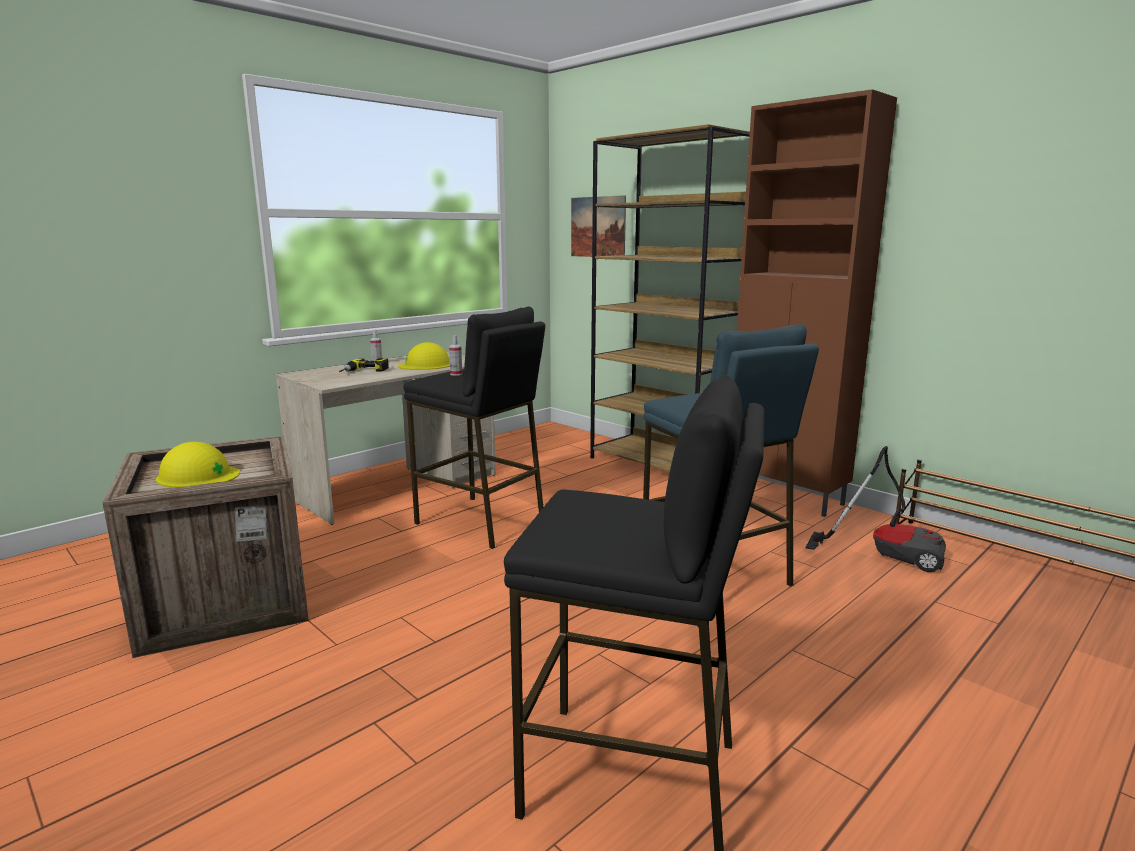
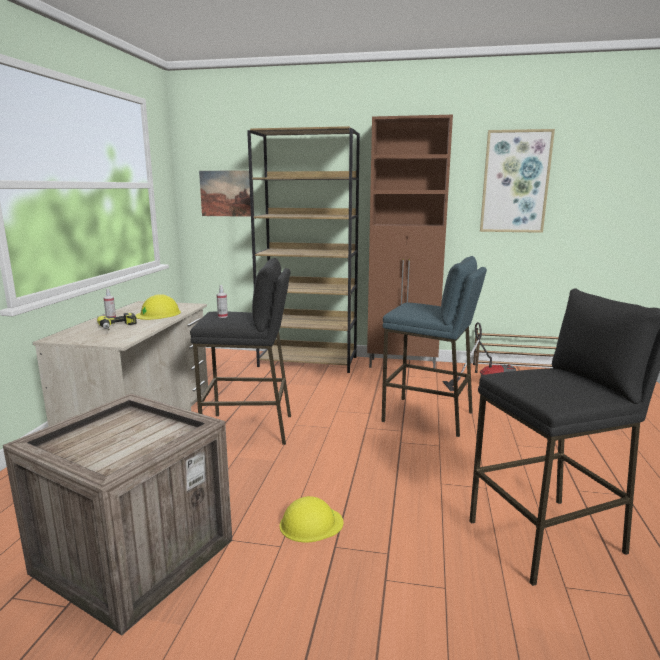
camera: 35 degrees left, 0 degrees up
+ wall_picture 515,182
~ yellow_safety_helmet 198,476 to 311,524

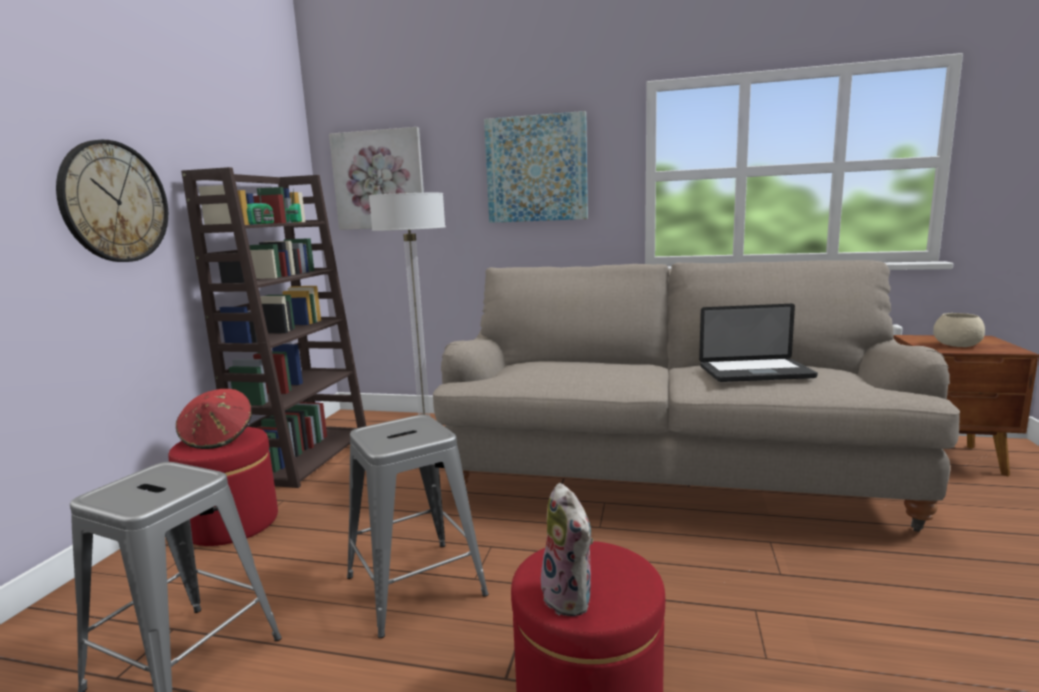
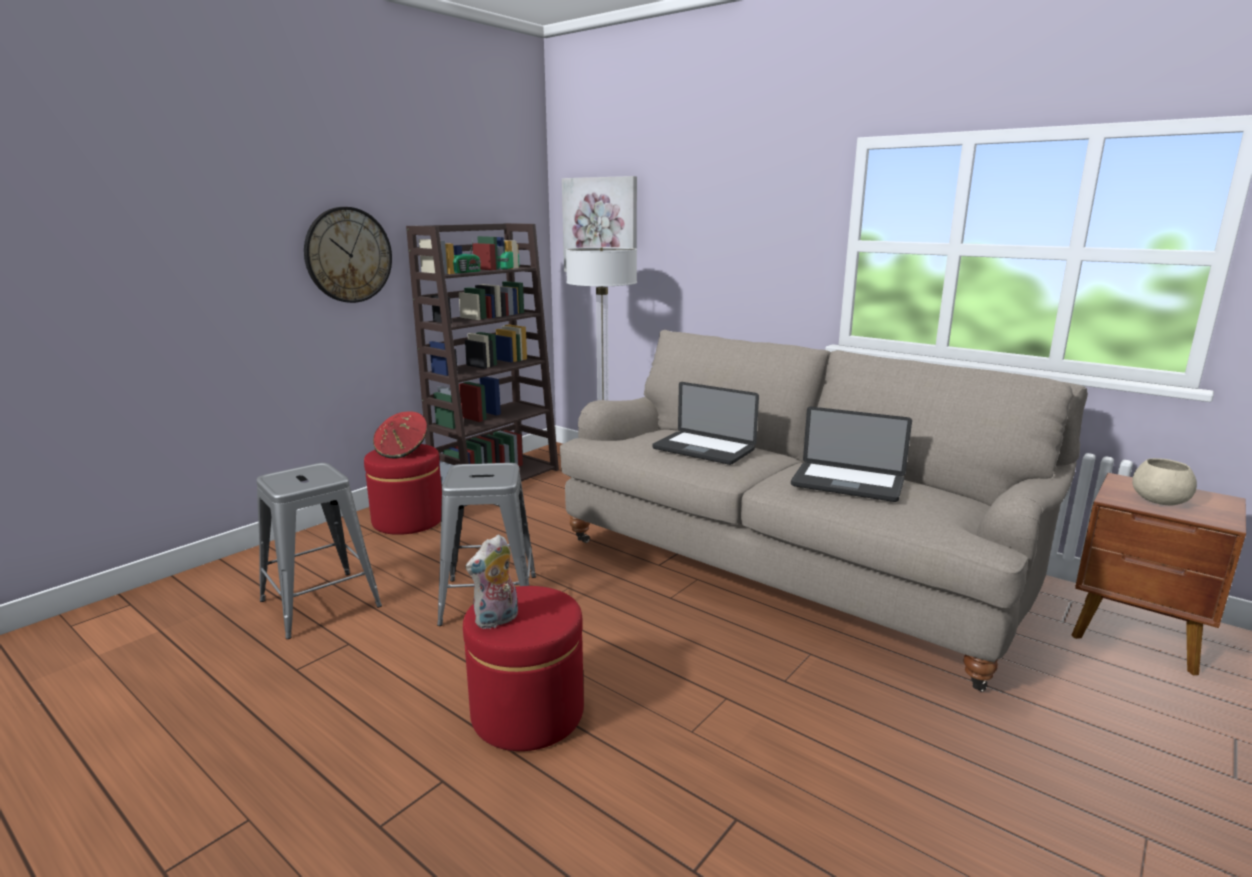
camera: 25 degrees right, 5 degrees up
- wall_picture 536,169
+ notebook_computer 703,449
~ plush_toy 571,598 = 497,620 45 degrees clockwise

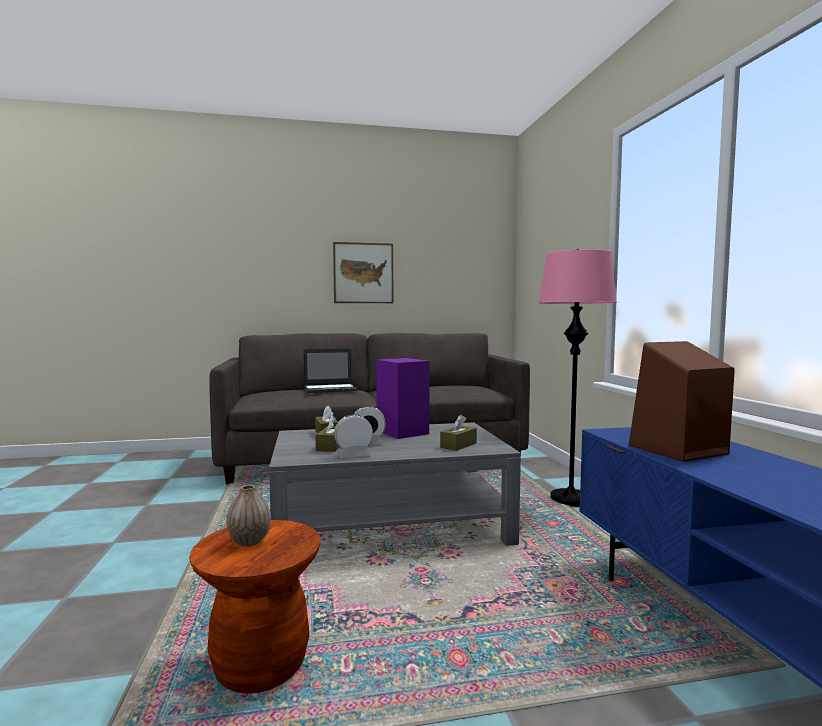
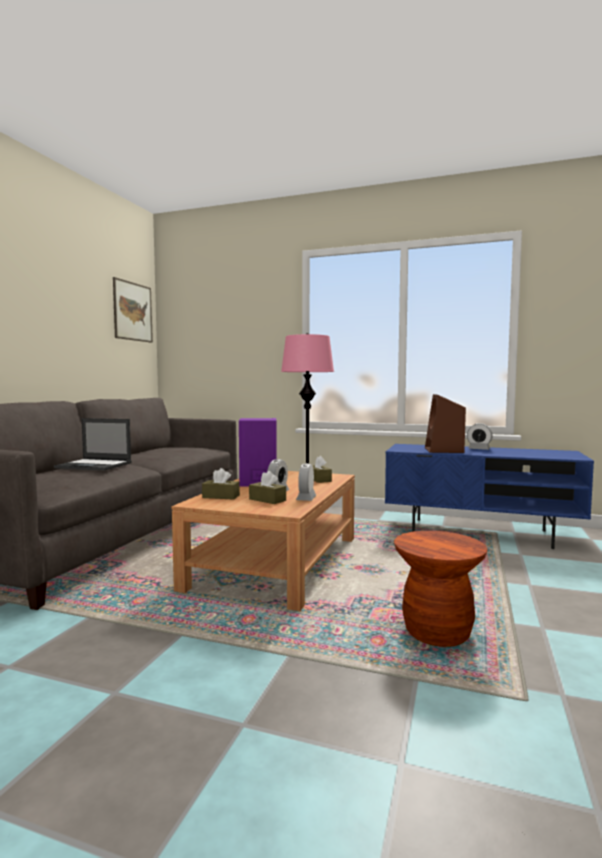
camera: 60 degrees left, 0 degrees up
- flower_vase 249,541
+ alarm_clock 479,449
~ wall_picture 363,273 to 133,311
~ gray_coffee_table 391,525 to brown_coffee_table 276,562
~ notebook_computer 331,389 = 95,465 90 degrees clockwise

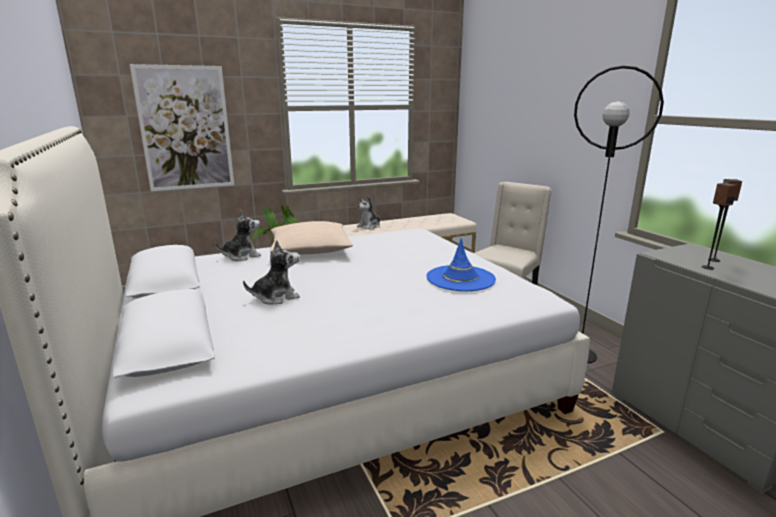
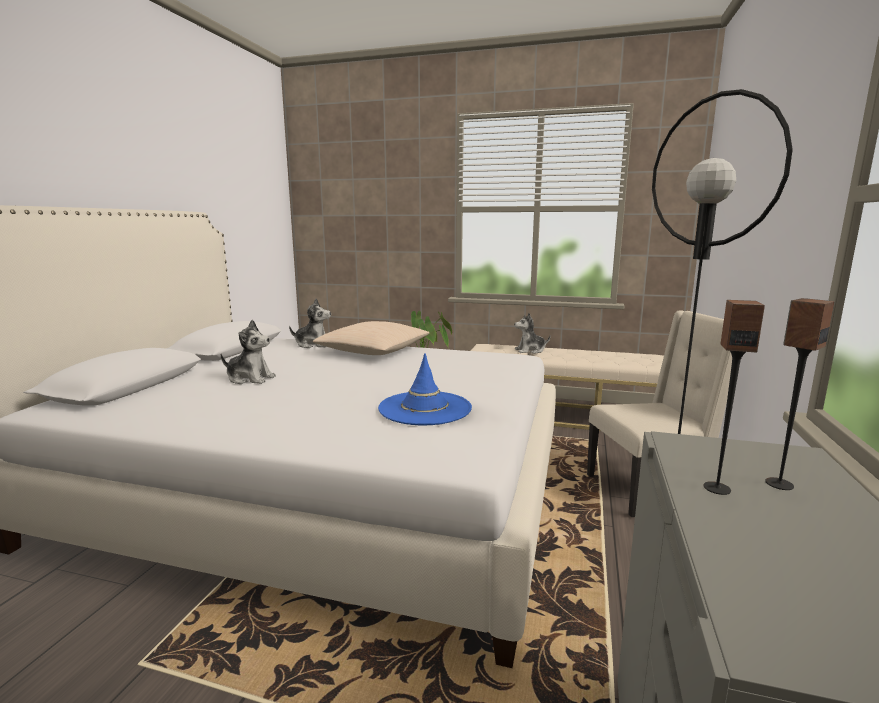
camera: 40 degrees right, 5 degrees down
- wall_picture 185,129

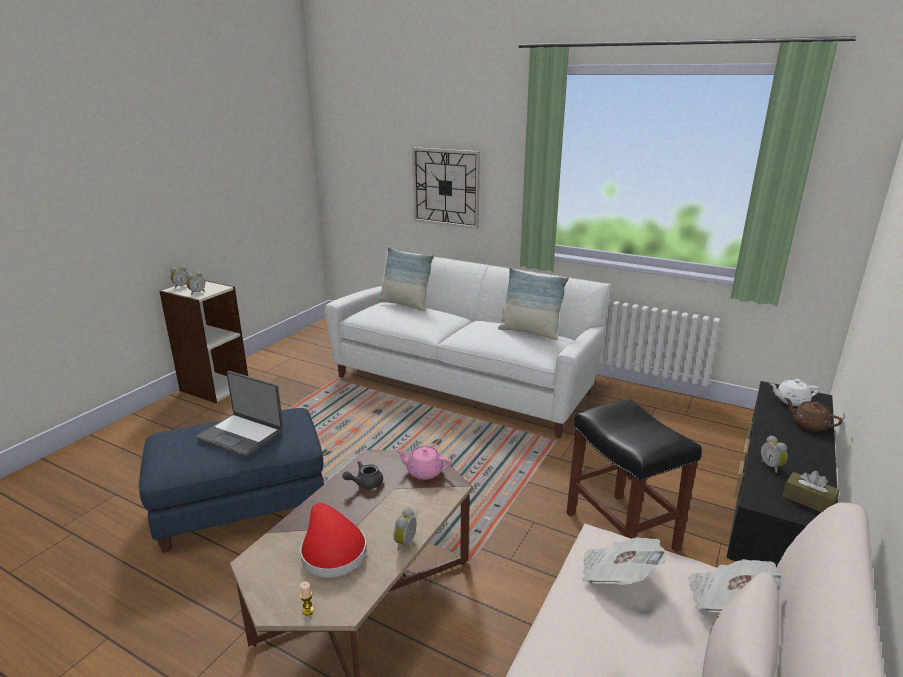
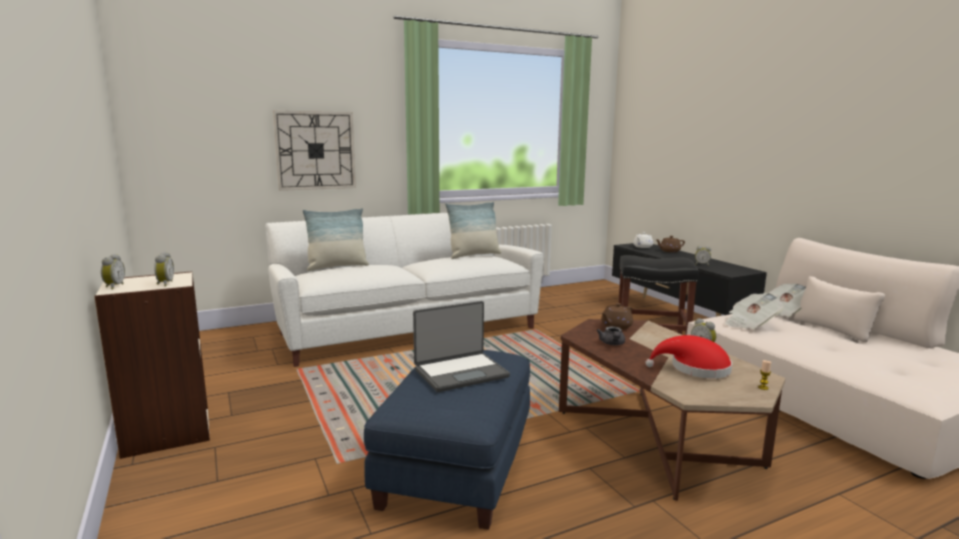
camera: 55 degrees left, 10 degrees down
- brown_tissue_holder 808,500
~ pink-coloured_pot_for_tea 423,472 to brown_pot_for_tea 615,326

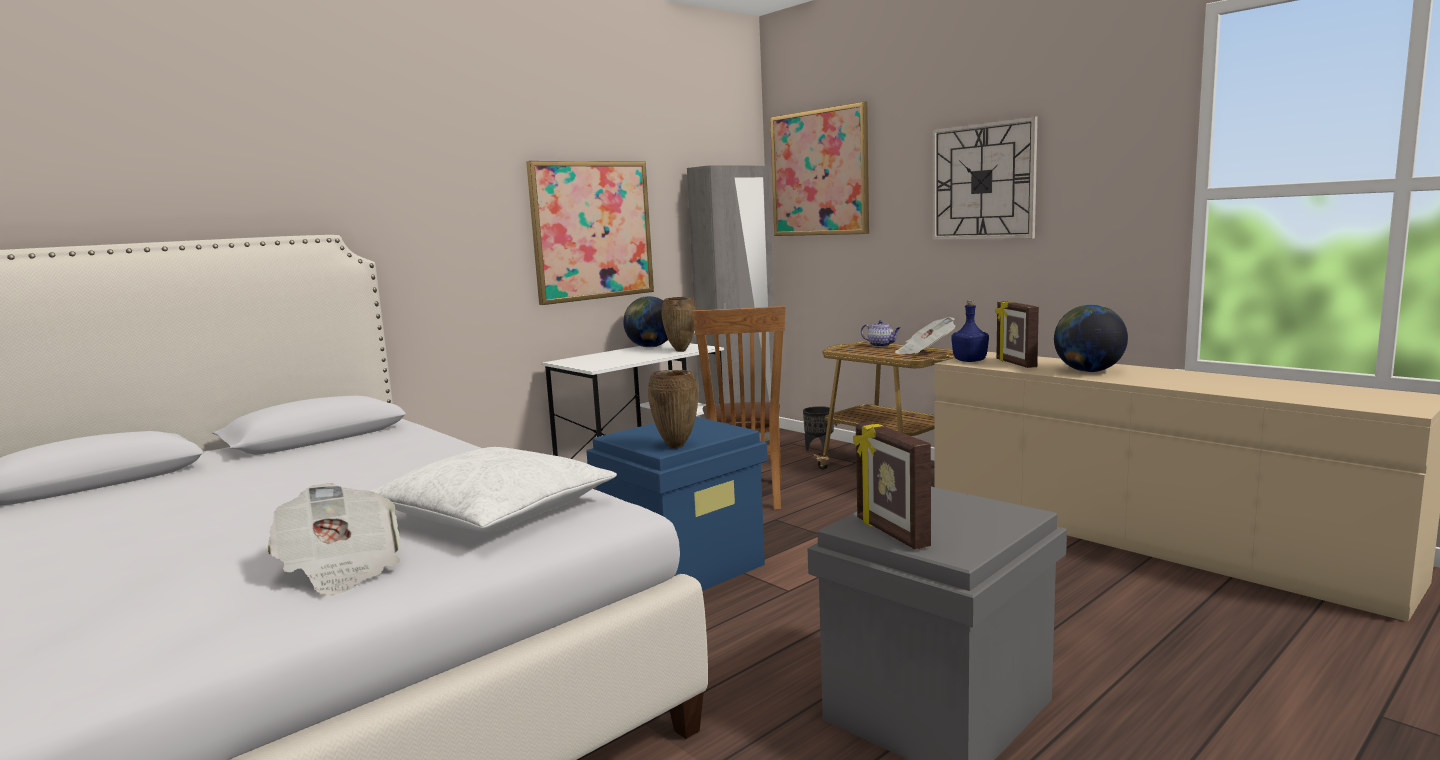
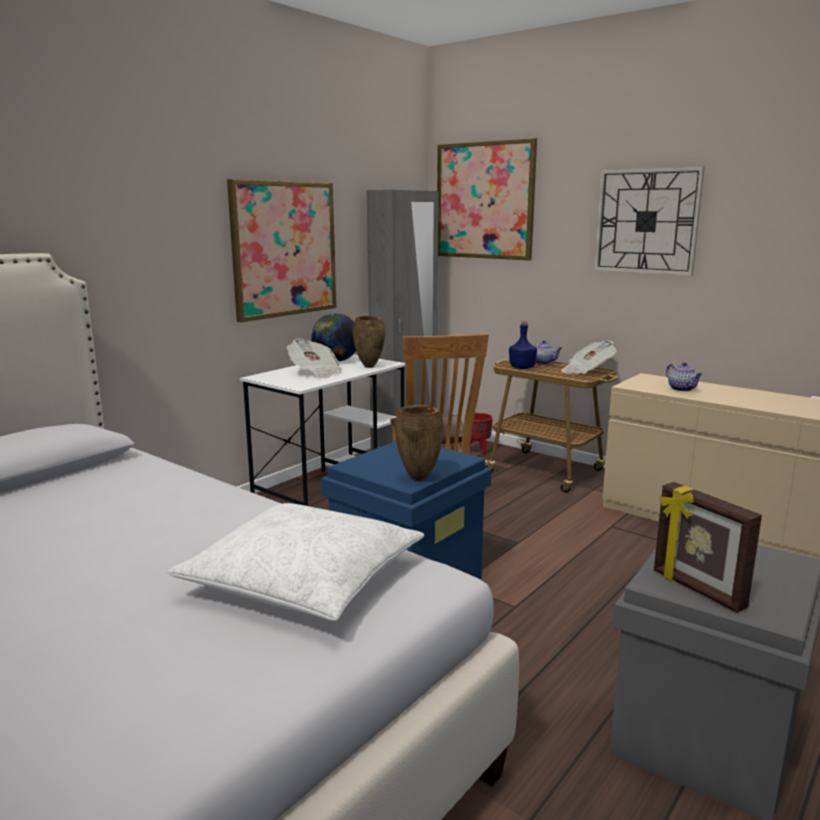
camera: 10 degrees left, 5 degrees up
- desk_globe 1088,371
~ daily_paper 341,569 to 315,373
~ blue-coloured_beverage_bottle 970,361 to 522,368
~ standing_frame 1015,363 to pot_for_tea 682,389
~ black_planter 819,450 to reddish_planter 478,451

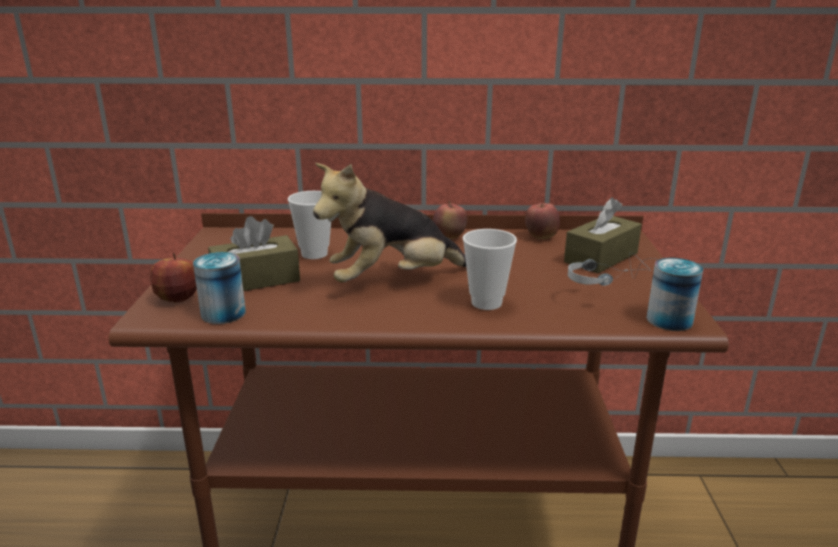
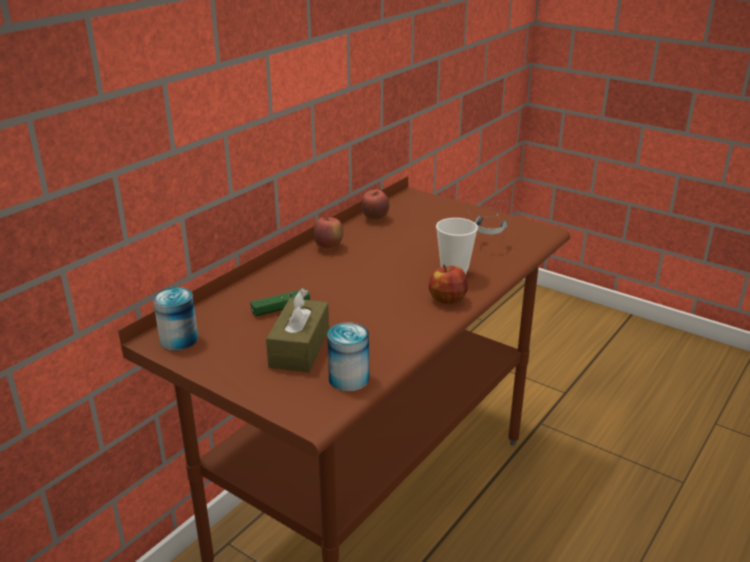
camera: 55 degrees left, 5 degrees up
- plush_toy 392,281
- brown_tissue_holder 601,257
~ apple_fruit 177,298 to 447,300
~ metal_can 669,320 to 179,339
~ cup 314,254 to green_gamepad 281,308

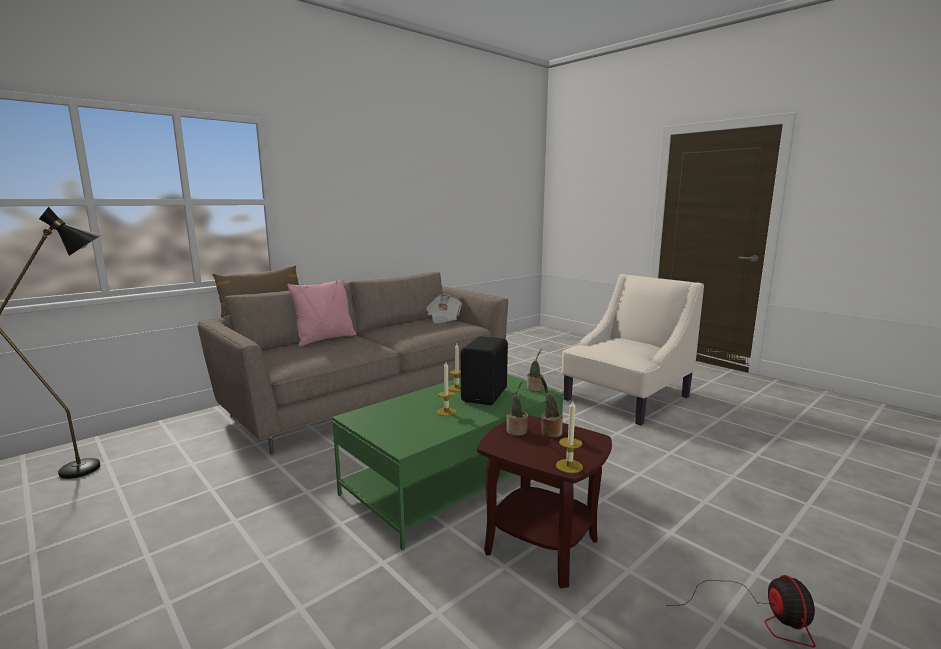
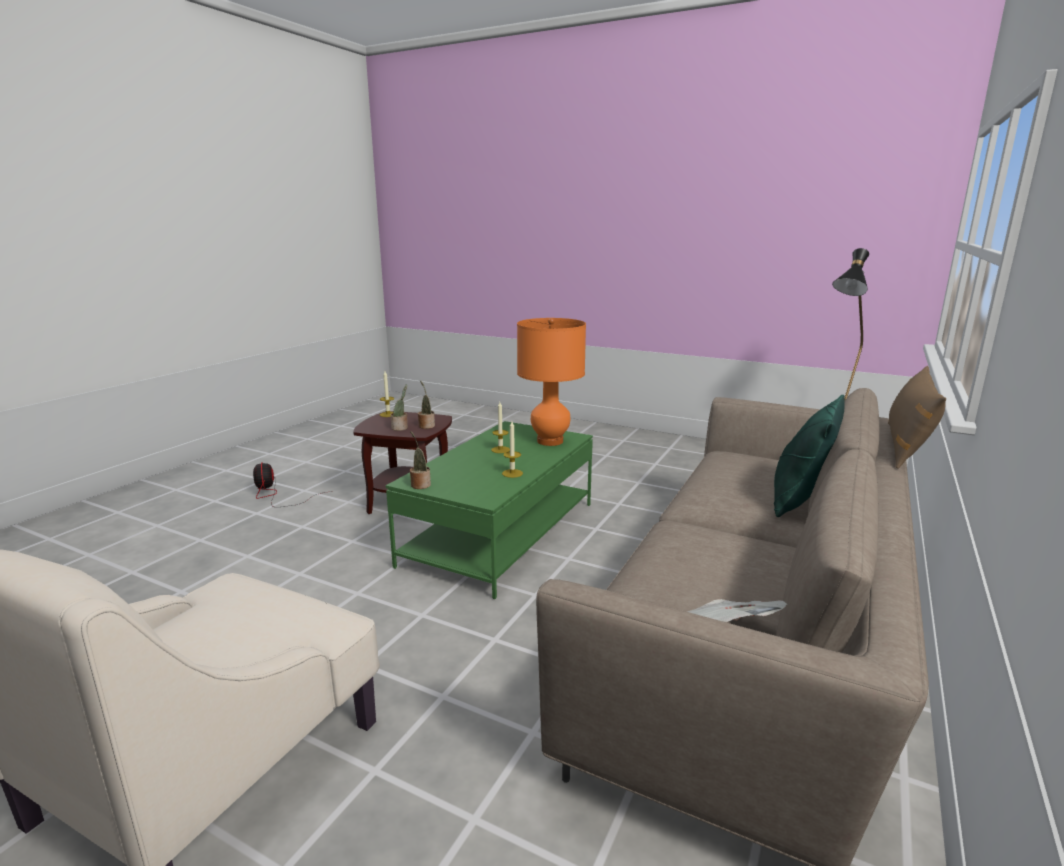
camera: 160 degrees right, 5 degrees up
- black_loudspeaker 486,395
+ orange-coloured_tabletop_lamp 550,441
~ pink-coloured_pillow 325,339 to green_pillow 799,501

